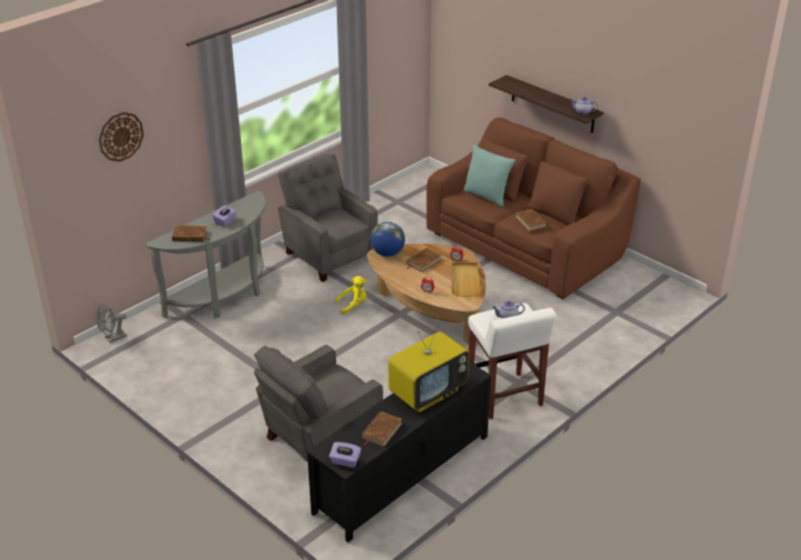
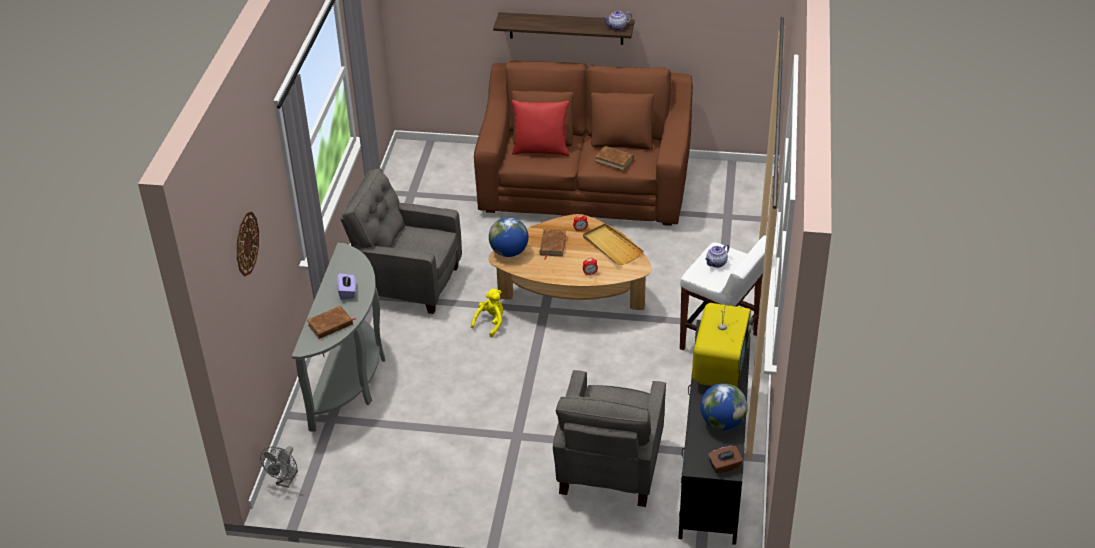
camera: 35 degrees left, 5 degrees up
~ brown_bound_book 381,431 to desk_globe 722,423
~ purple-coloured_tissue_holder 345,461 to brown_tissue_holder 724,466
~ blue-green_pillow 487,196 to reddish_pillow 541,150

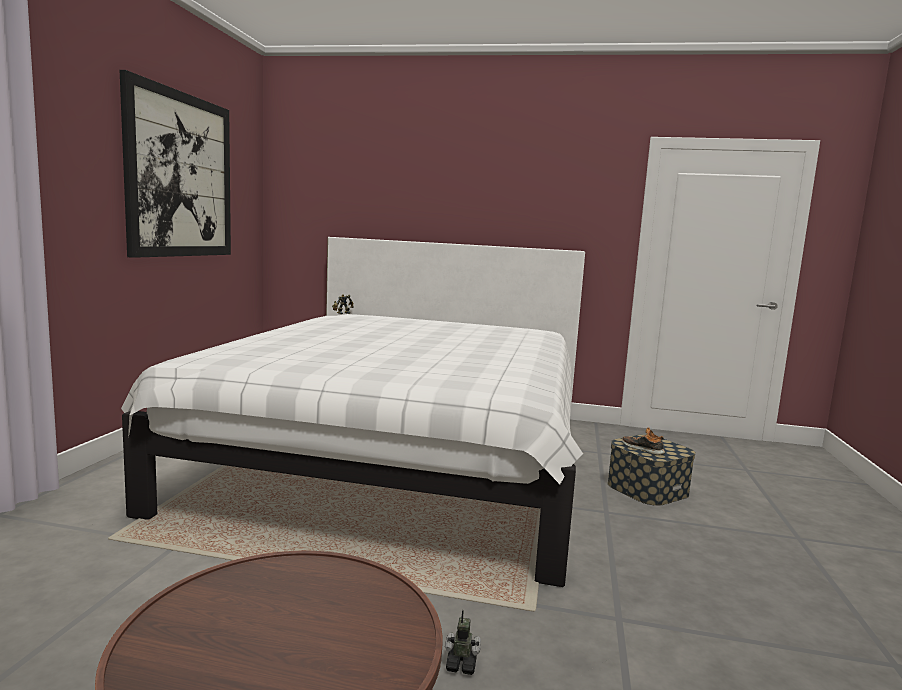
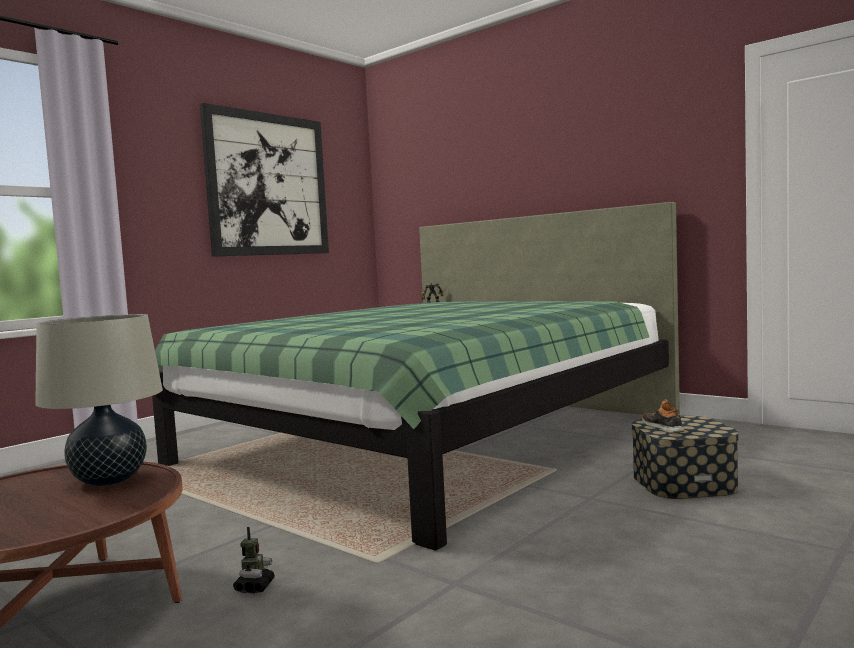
camera: 30 degrees right, 5 degrees down
+ beige_tabletop_lamp 109,480
~ whitish_sleeping_bed 401,457 to green_sleeping_bed 430,439
~ robot_figure 461,665 = 254,587 60 degrees clockwise

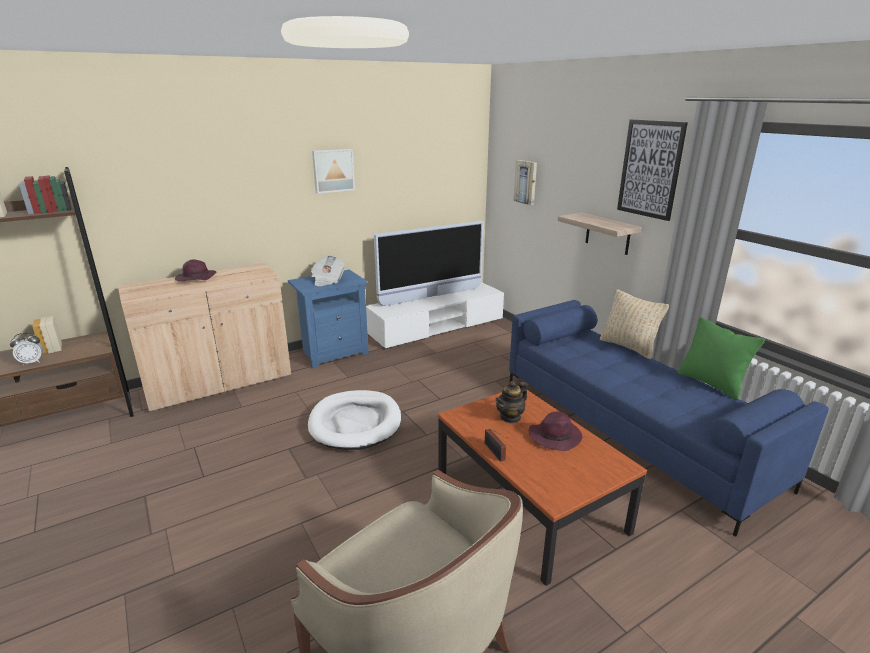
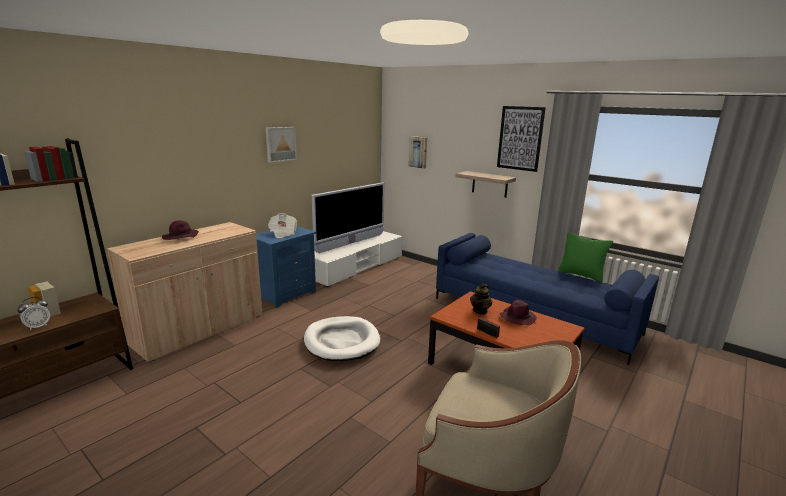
camera: 20 degrees left, 5 degrees down
- beige_pillow 628,347

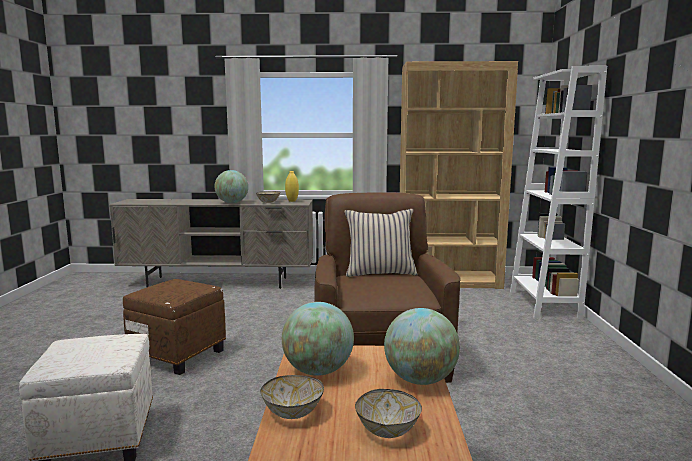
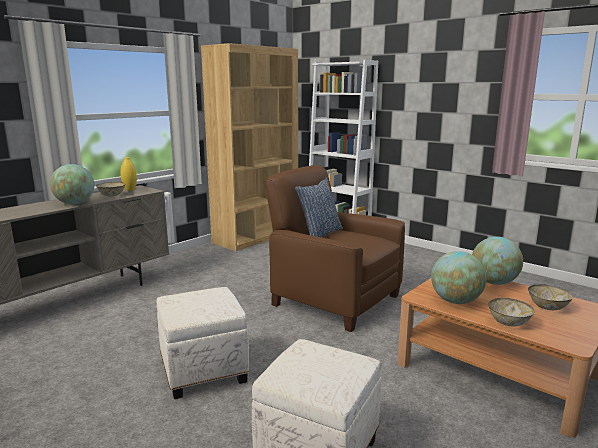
camera: 50 degrees left, 5 degrees up
~ brown_ottoman 177,355 to whitish_ottoman 203,372
~ beige_pillow 380,273 to blue-coloured_pillow 319,234

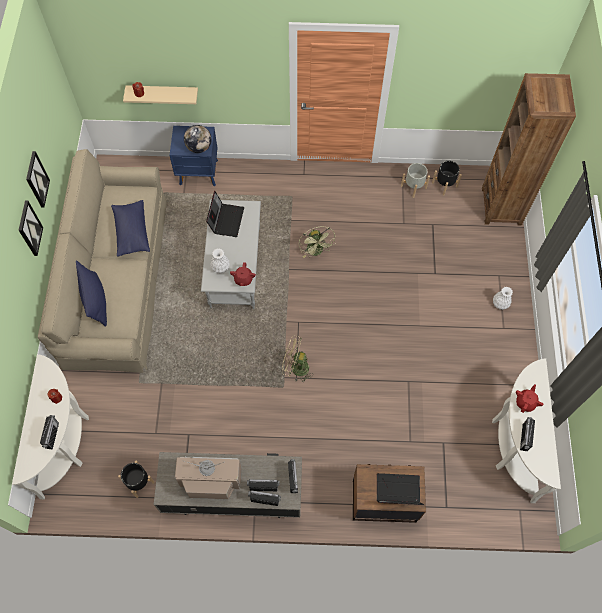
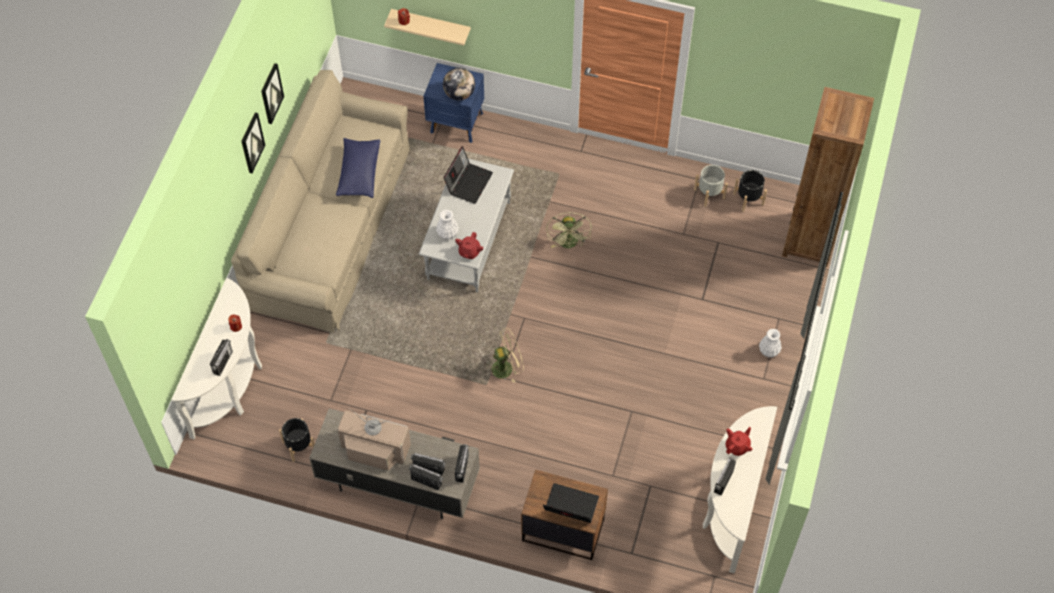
camera: 15 degrees right, 5 degrees down
- blue-coloured_pillow 95,300
~ beige_electric_fan 295,368 = 506,367 135 degrees clockwise

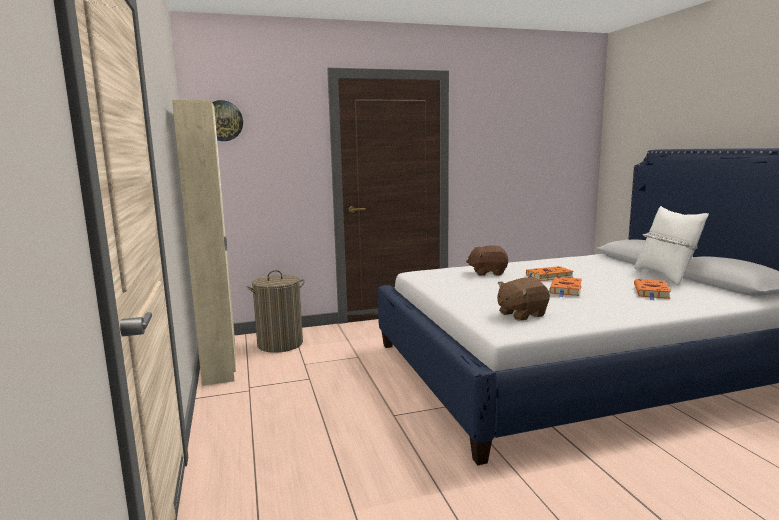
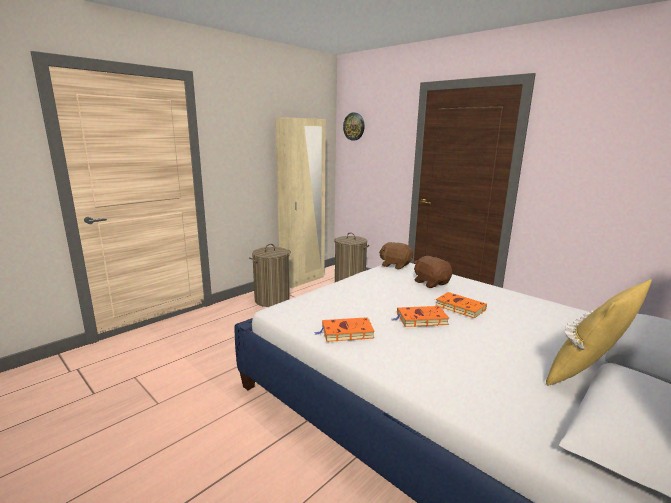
camera: 60 degrees right, 5 degrees up
+ laundry_basket 272,300
~ brown_plush_toy 521,314 to 395,265
~ orange-coloured_bound_book 651,292 to 345,333
~ whitish_pillow 665,276 to yellow_pillow 588,375

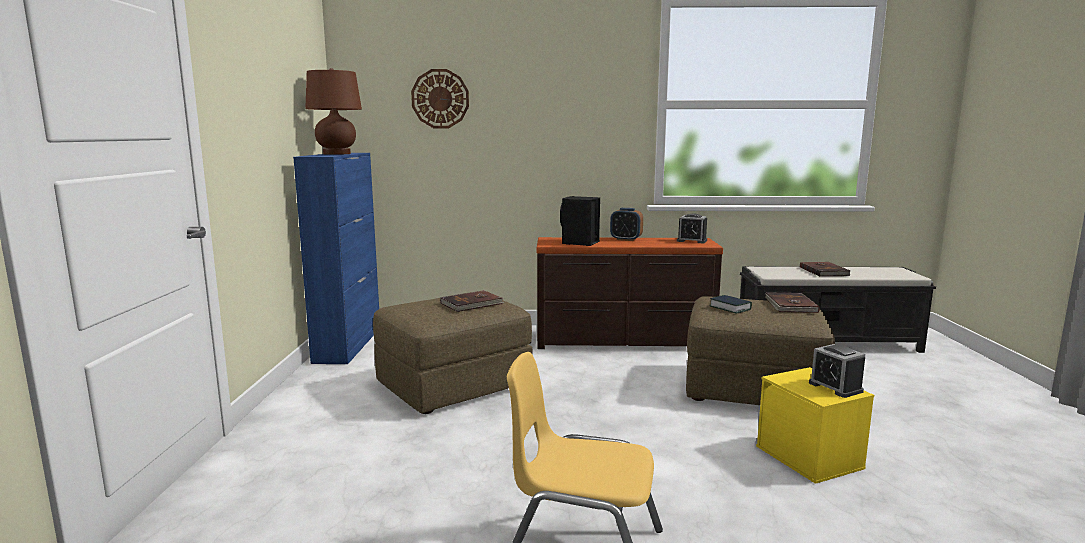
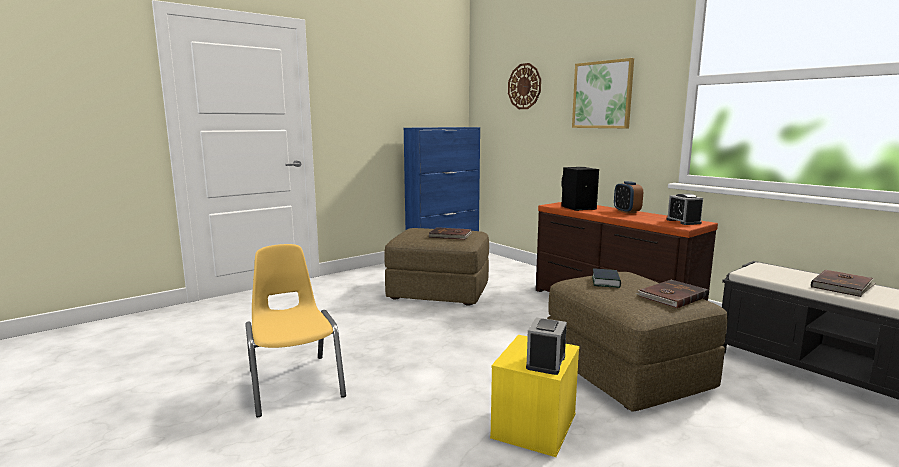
camera: 50 degrees right, 0 degrees up
- brown_tabletop_lamp 337,154
+ wall_picture 602,95

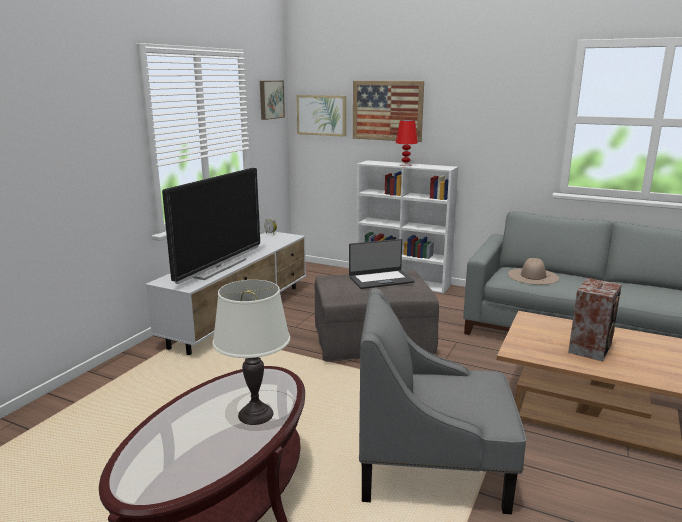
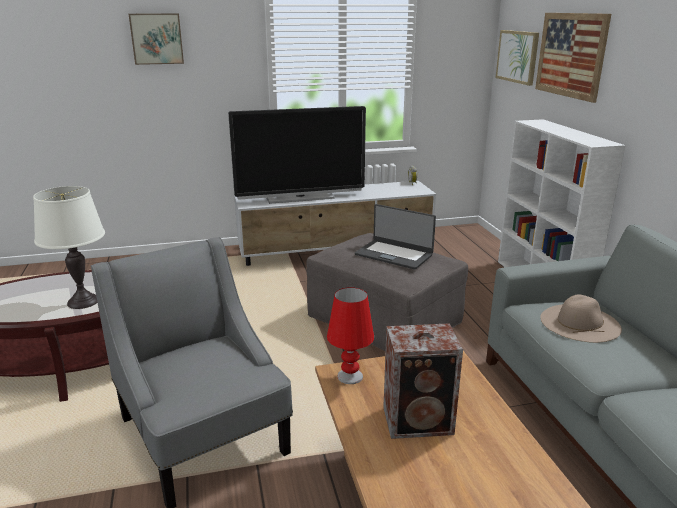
camera: 50 degrees right, 5 degrees up
~ wall_picture 270,99 to 157,39
~ reddish_tabletop_lamp 405,165 to 350,376

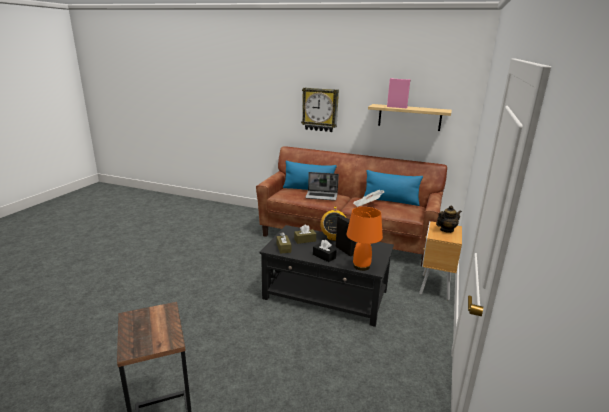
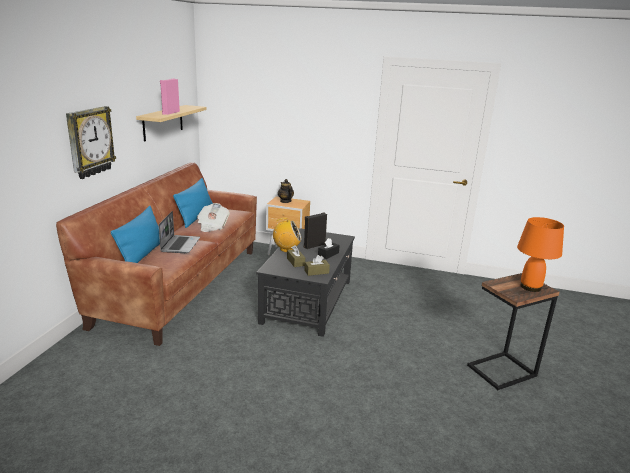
camera: 95 degrees left, 0 degrees up
~ orange-coloured_tabletop_lamp 361,266 to 531,287

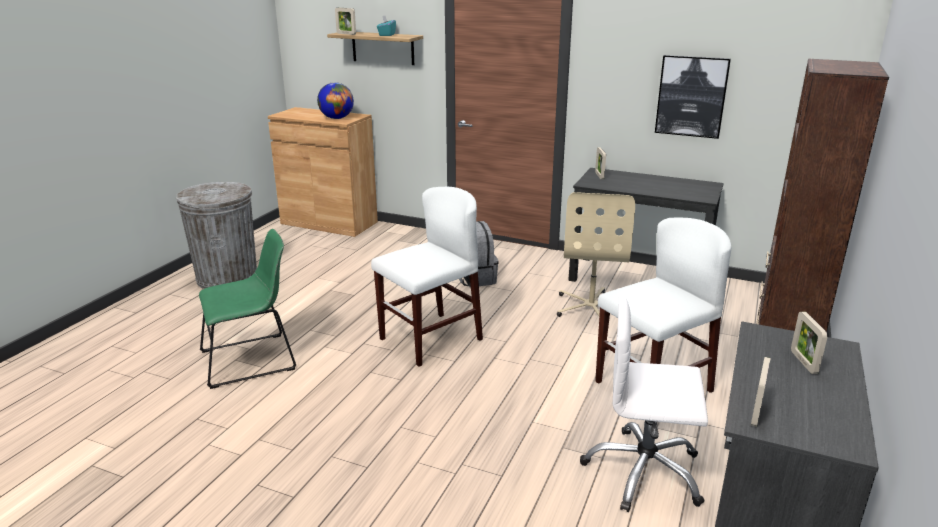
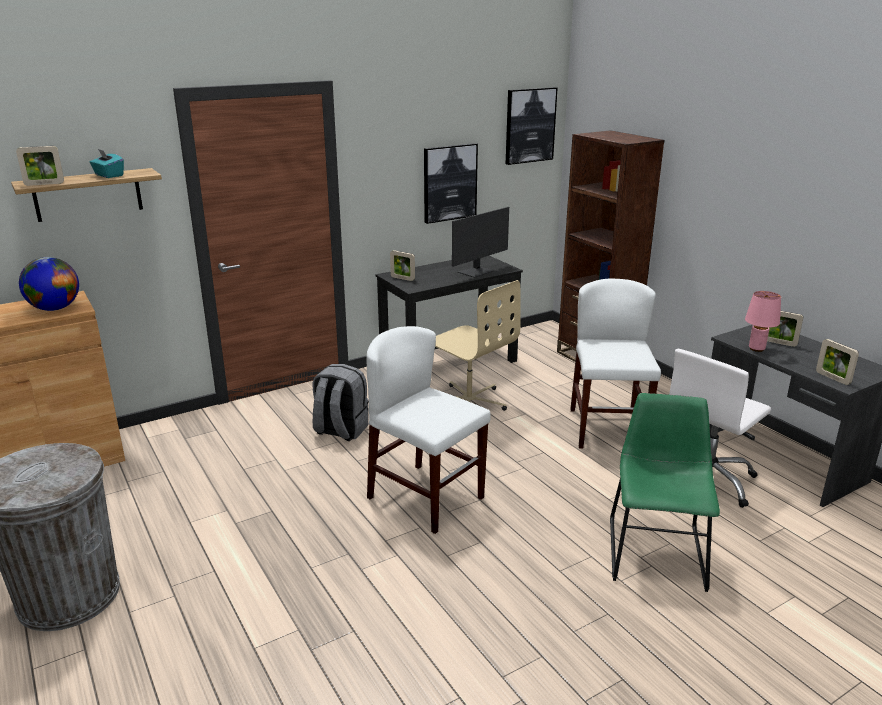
camera: 55 degrees left, 0 degrees up
+ computer_screen 476,272
+ wall_picture 529,125
+ pink-coloured_tabletop_lamp 757,349
~ green_chair 253,359 to 655,549
~ whitish_chair 430,339 = 426,497 45 degrees counterclockwise

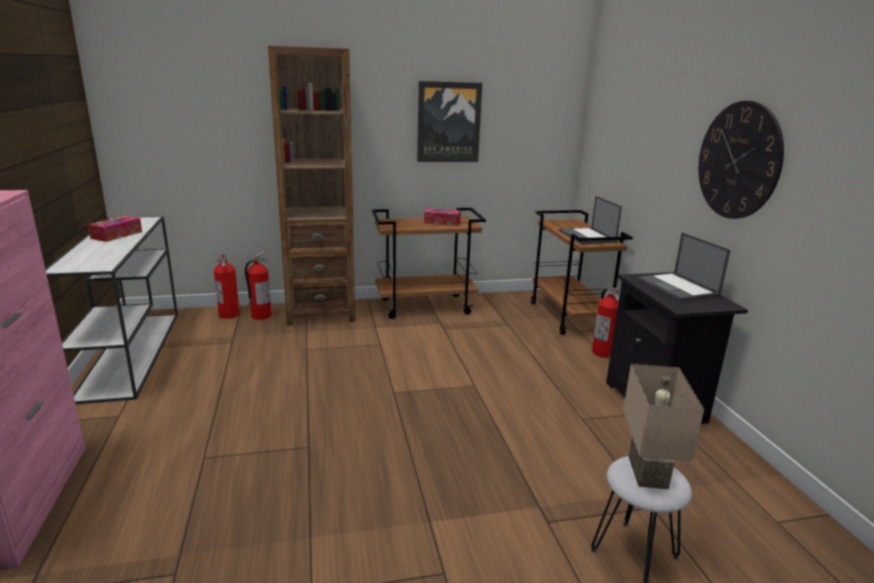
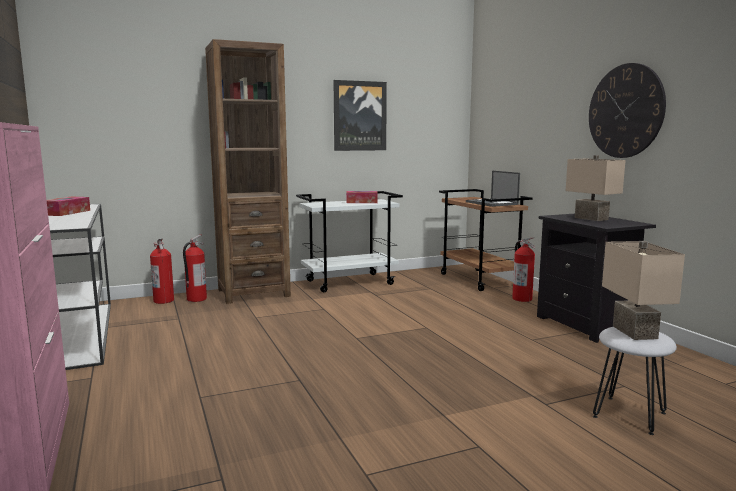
camera: 10 degrees left, 10 degrees down
~ notebook_computer 678,288 to beige_tabletop_lamp 592,218
~ brown_cart 426,306 to whitish_cart 350,282

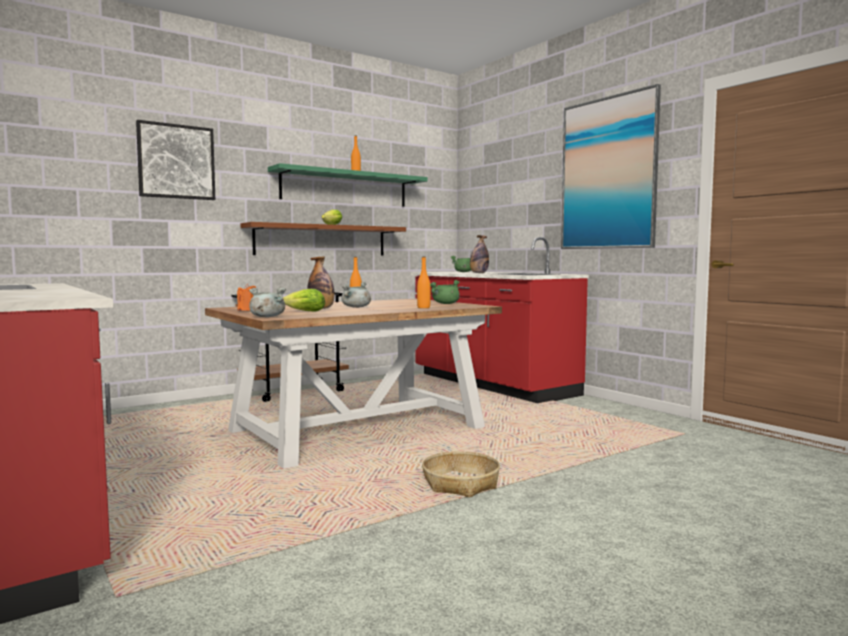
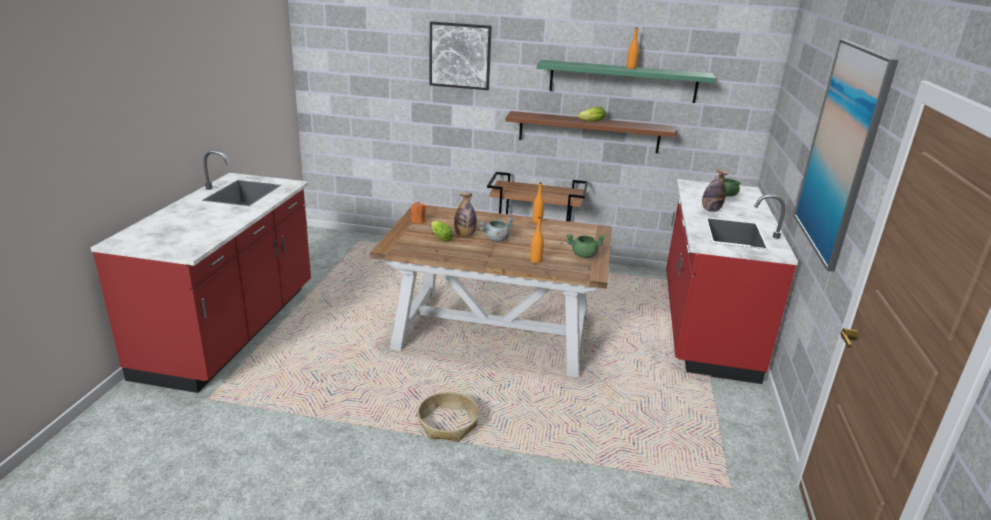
camera: 45 degrees right, 20 degrees up
- gray_cooking_pot 266,317

